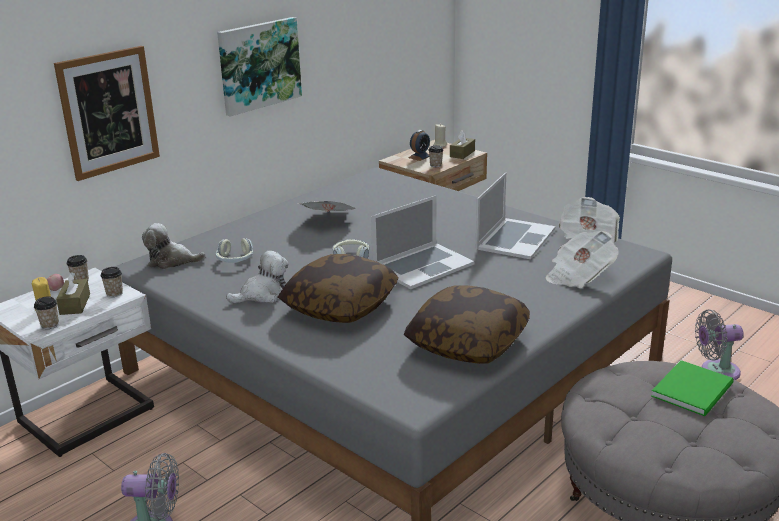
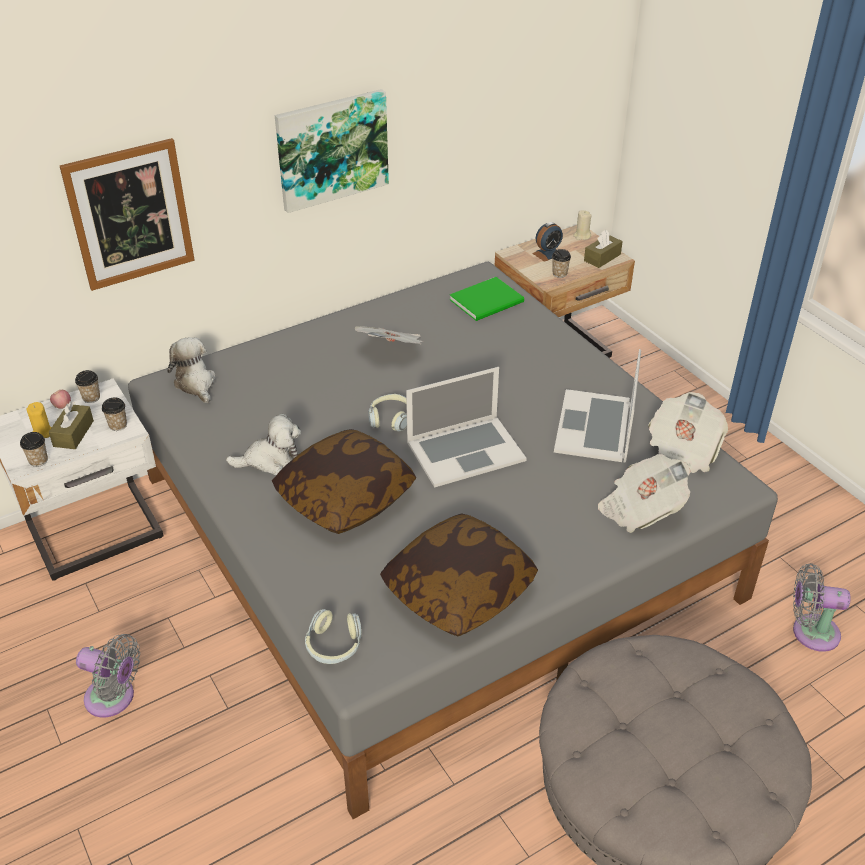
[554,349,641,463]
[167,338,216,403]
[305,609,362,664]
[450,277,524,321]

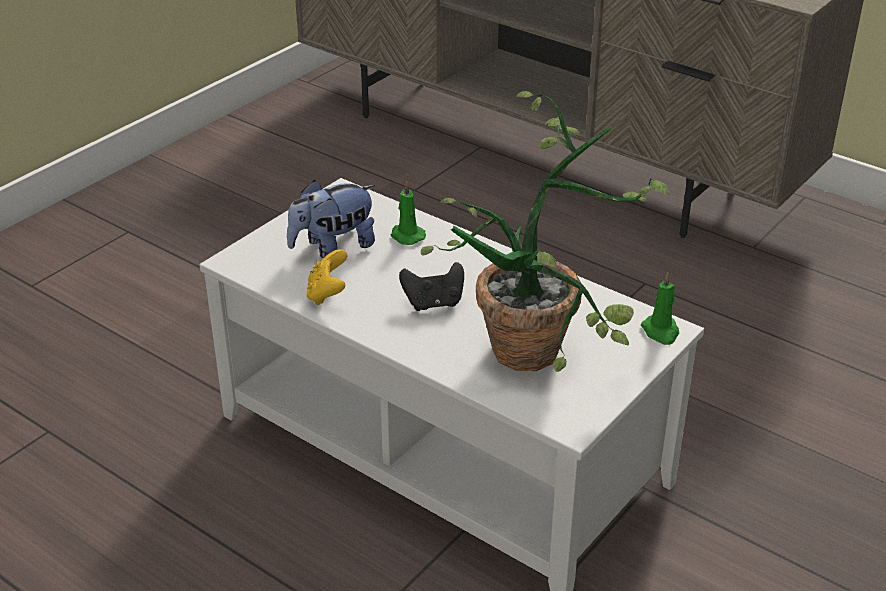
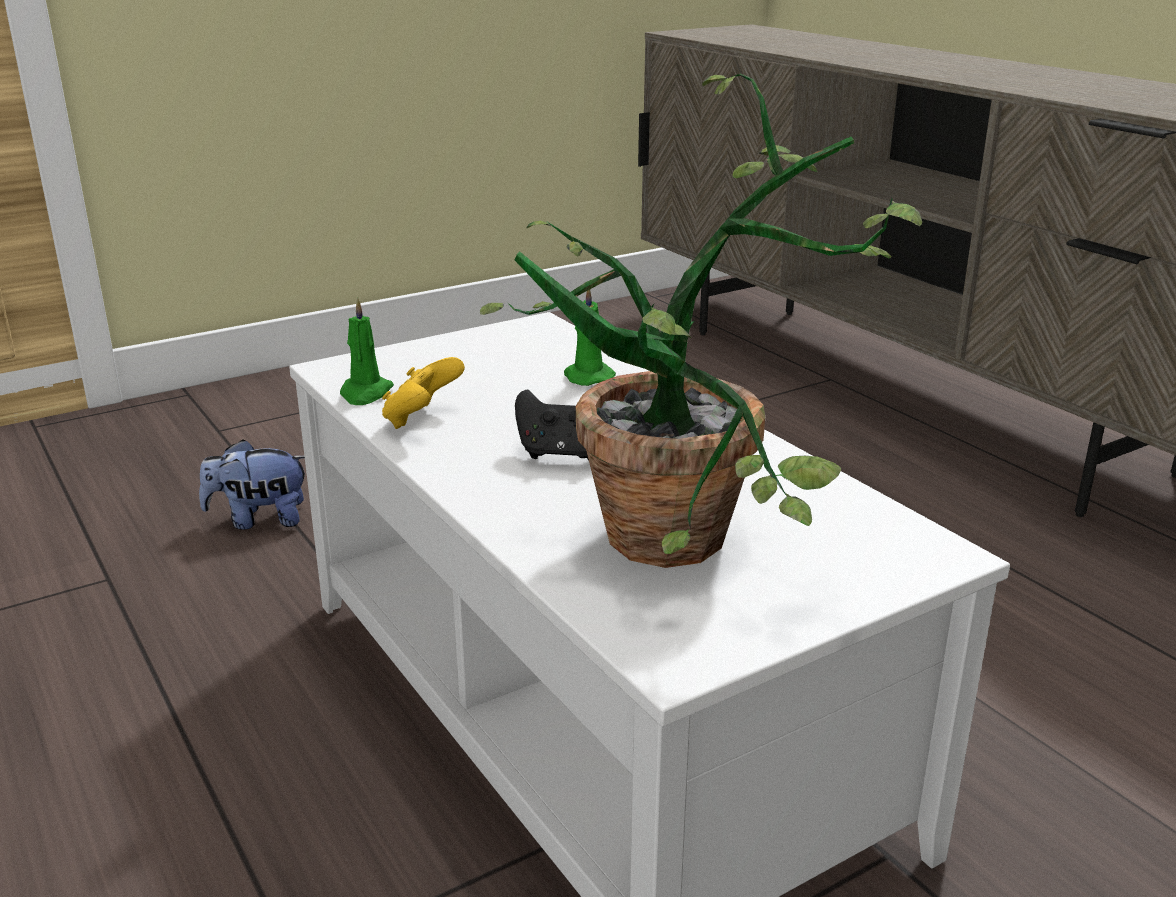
[199,439,305,529]
[340,297,394,405]

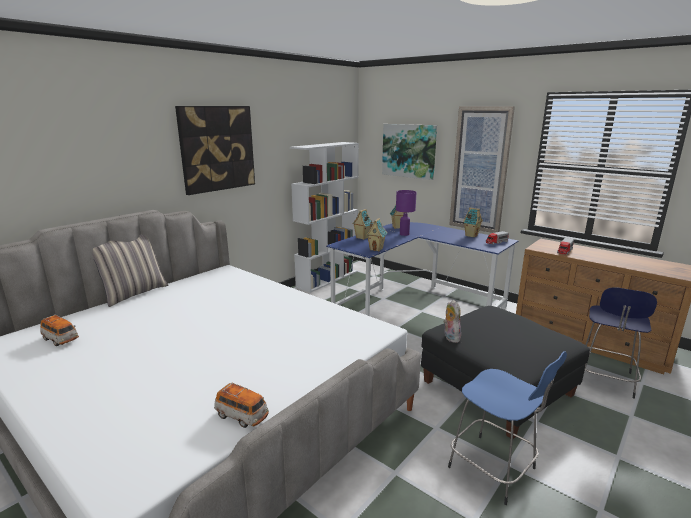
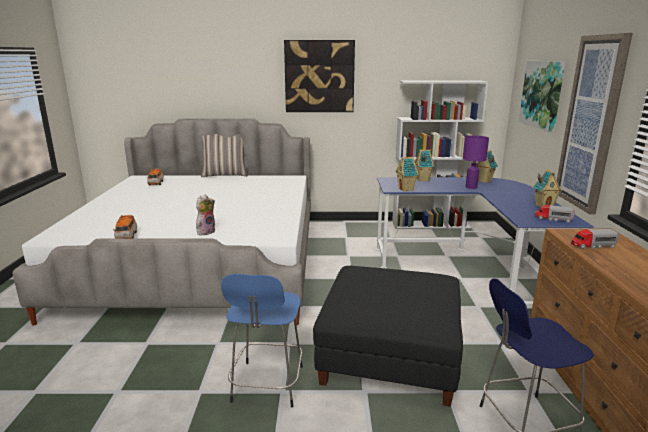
[196,195,215,235]

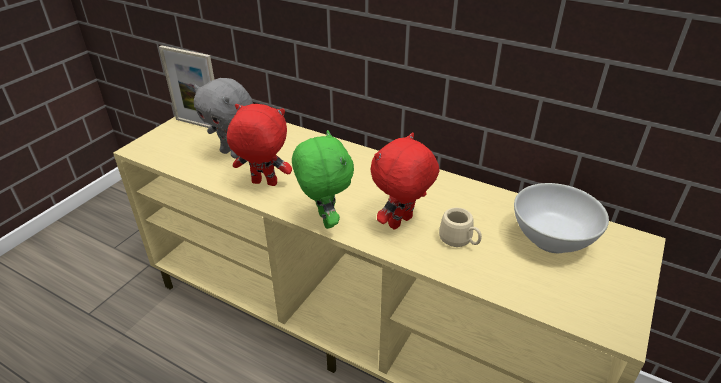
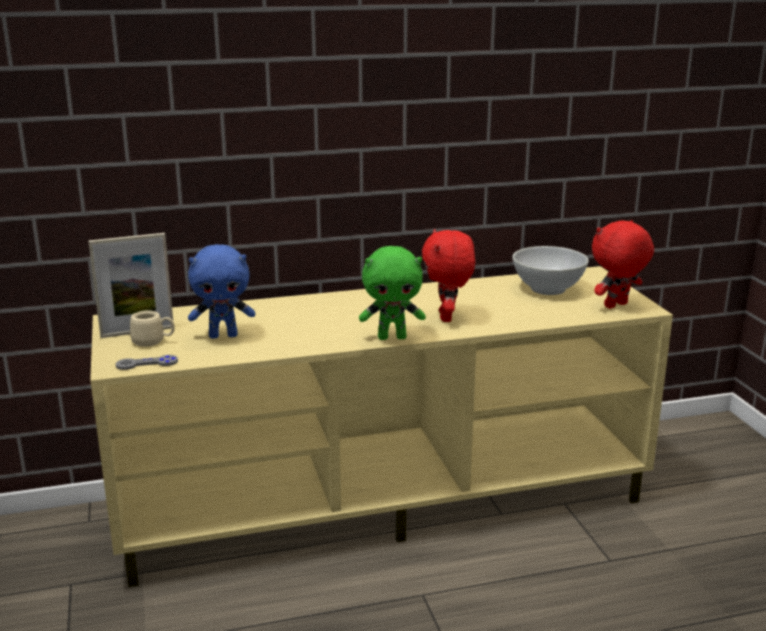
[188,244,255,339]
[592,220,654,309]
[359,246,426,340]
[130,310,175,347]
[116,355,178,370]

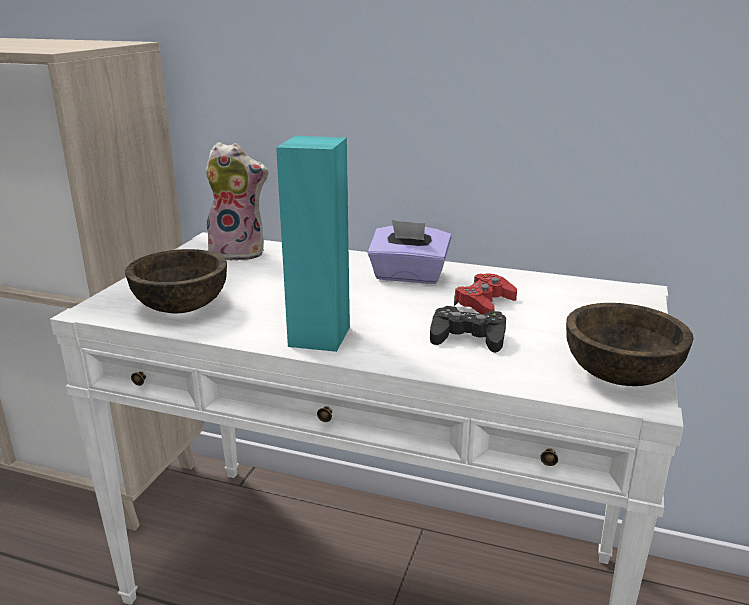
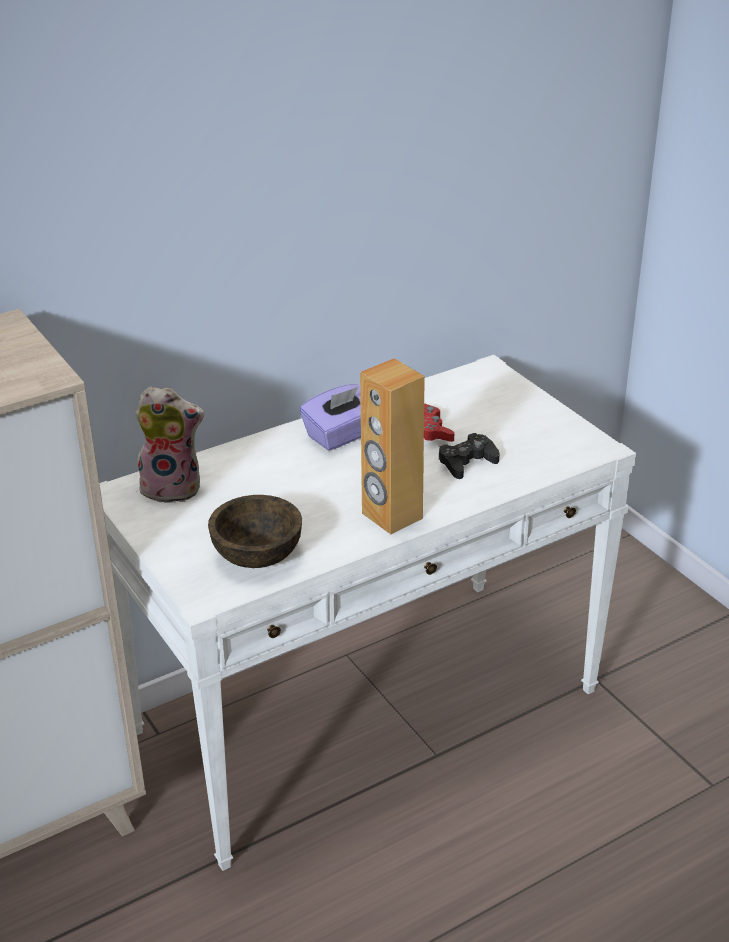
[360,358,425,535]
[135,386,204,503]
[566,303,694,386] (first image)

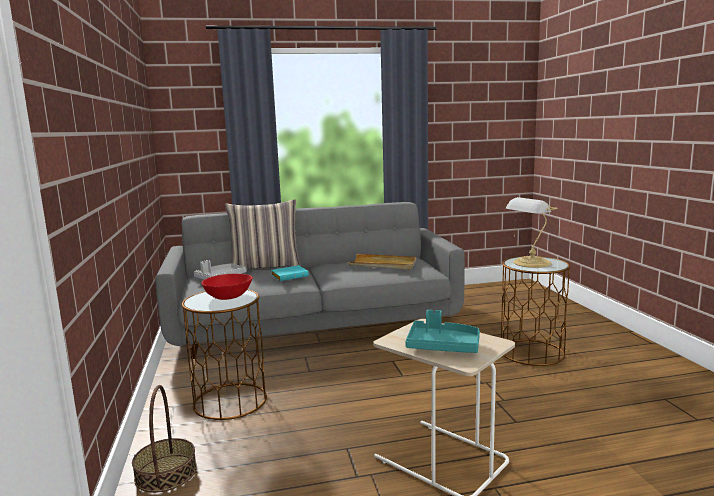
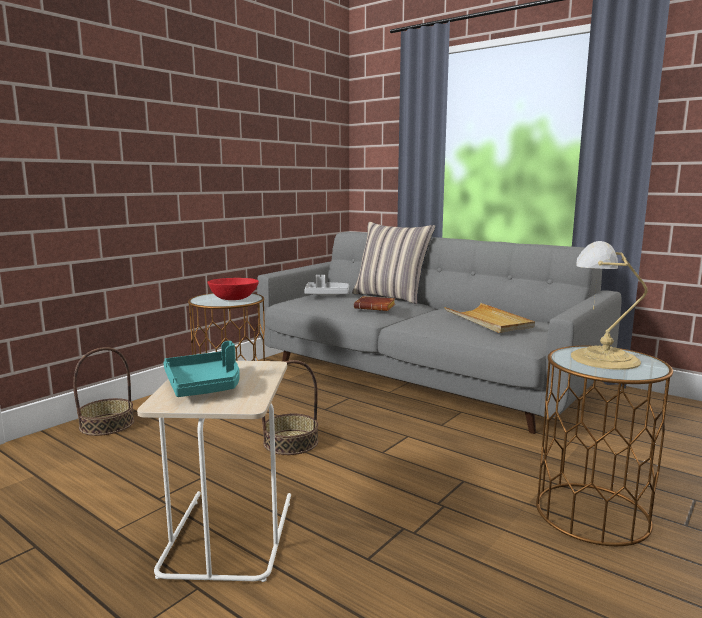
[354,296,395,311]
[262,360,318,455]

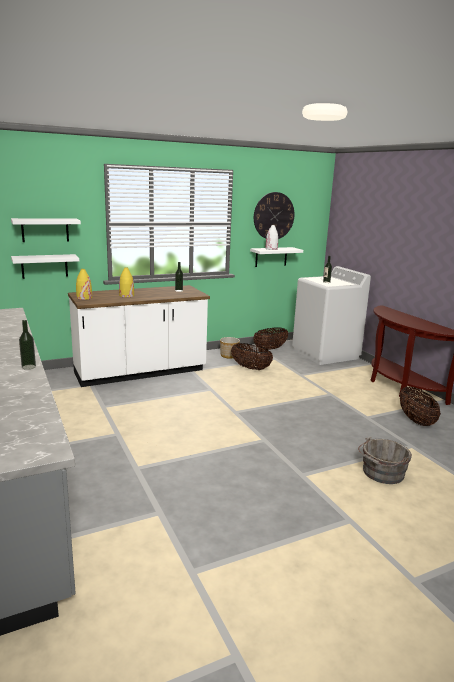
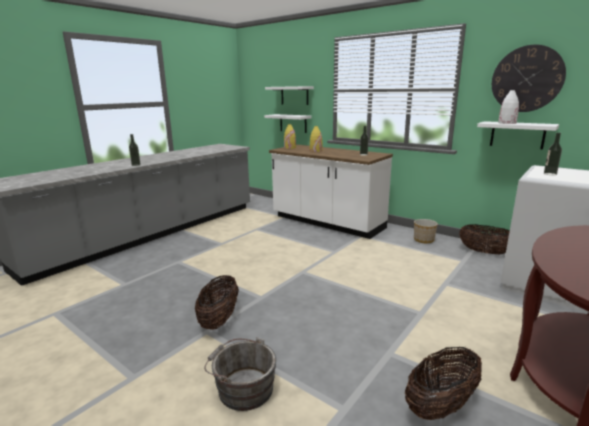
[195,275,239,330]

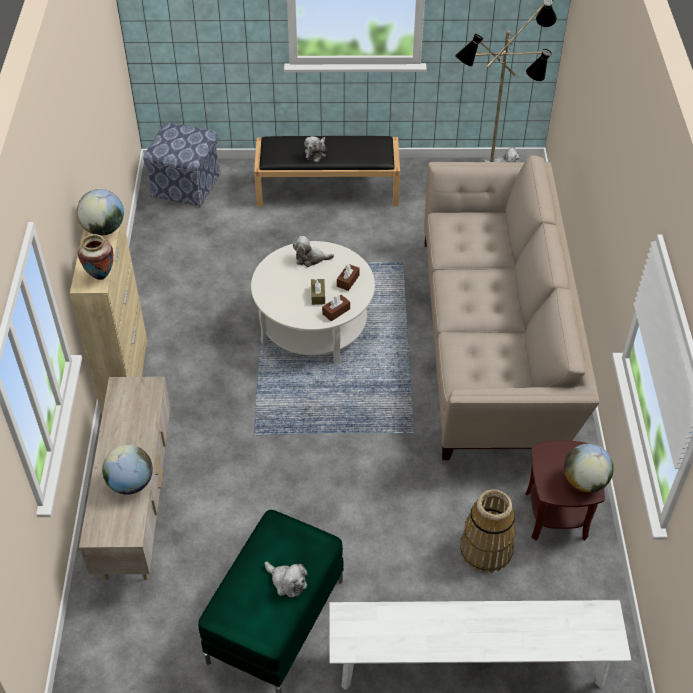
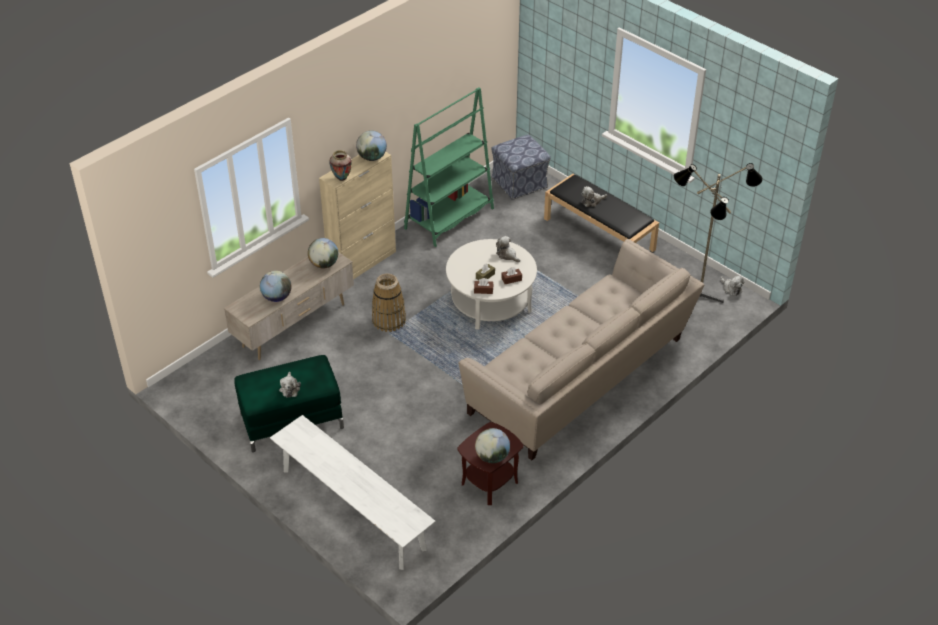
[372,273,406,332]
[404,88,494,247]
[308,238,338,268]

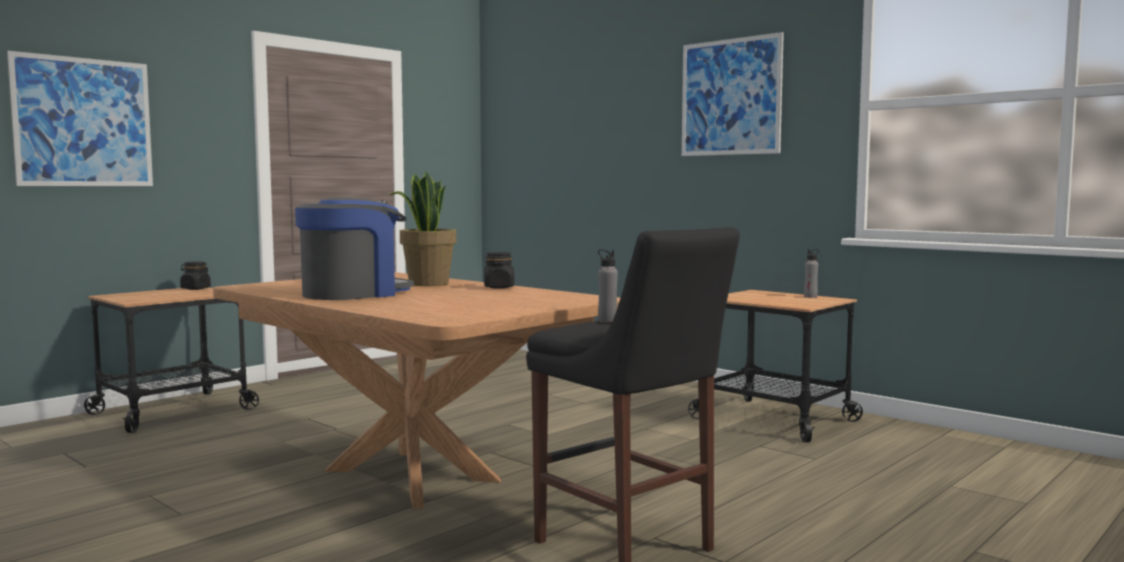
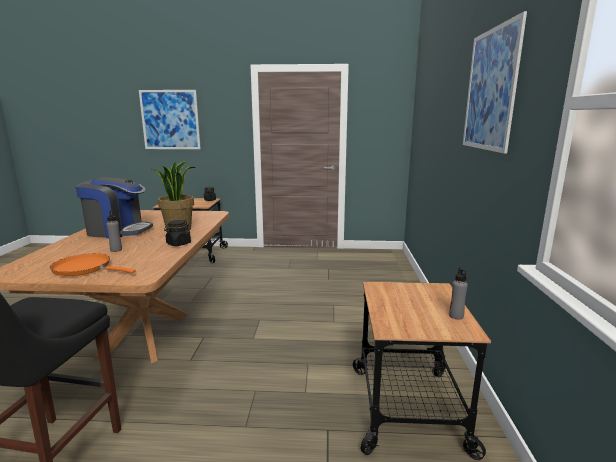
[106,210,122,252]
[50,253,136,276]

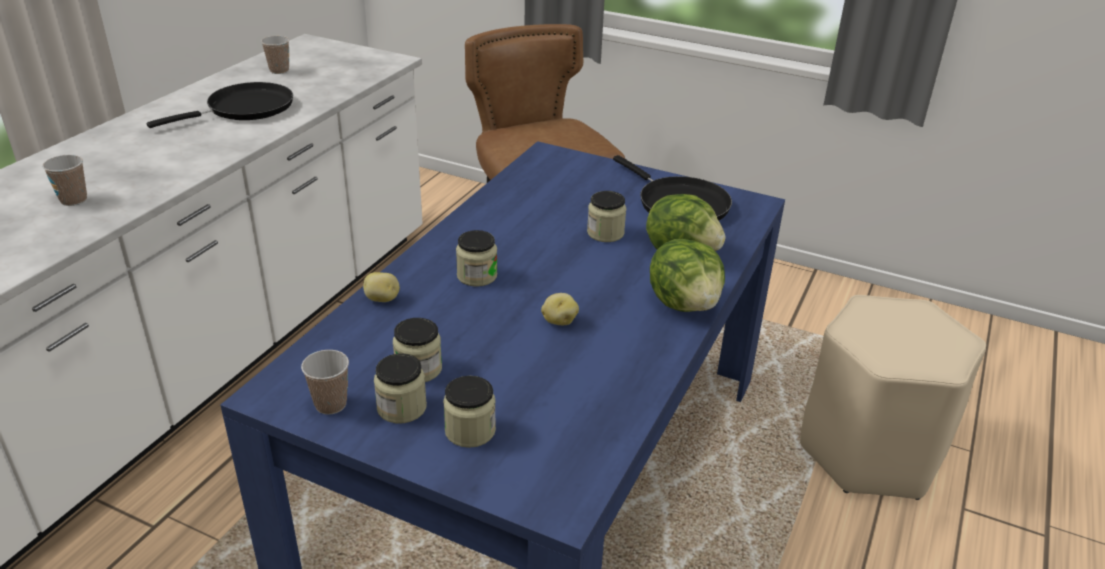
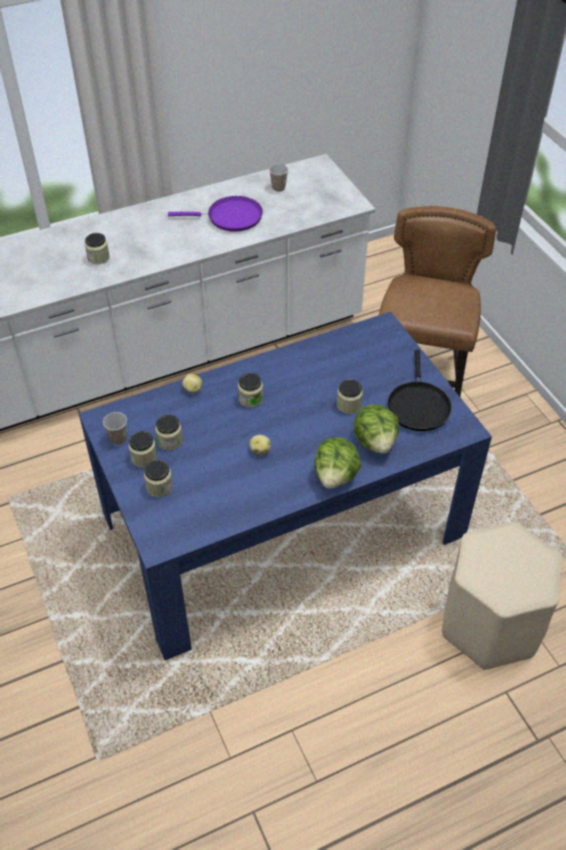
[168,196,263,232]
[85,233,110,264]

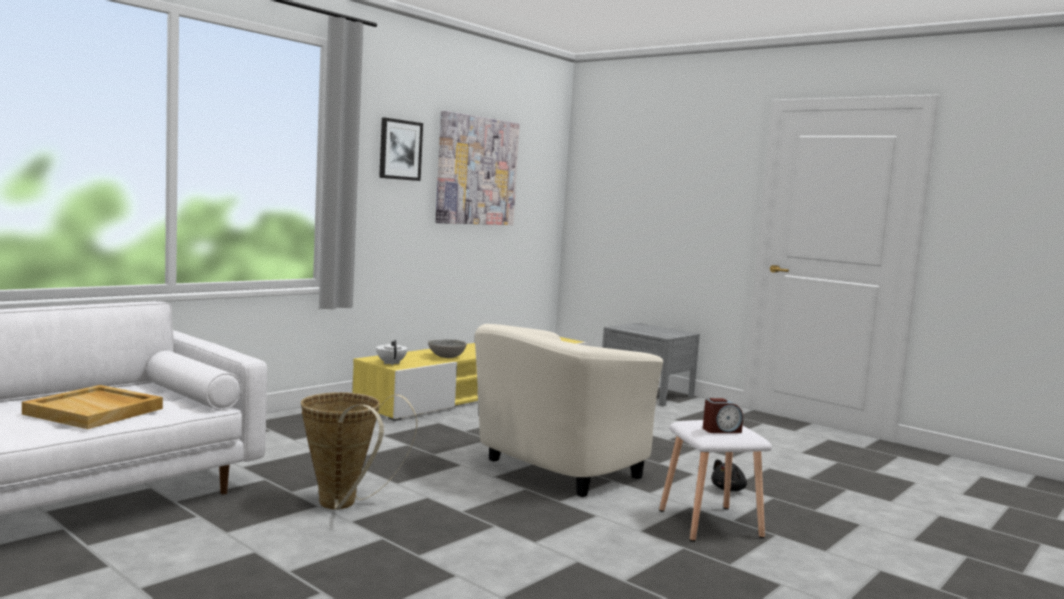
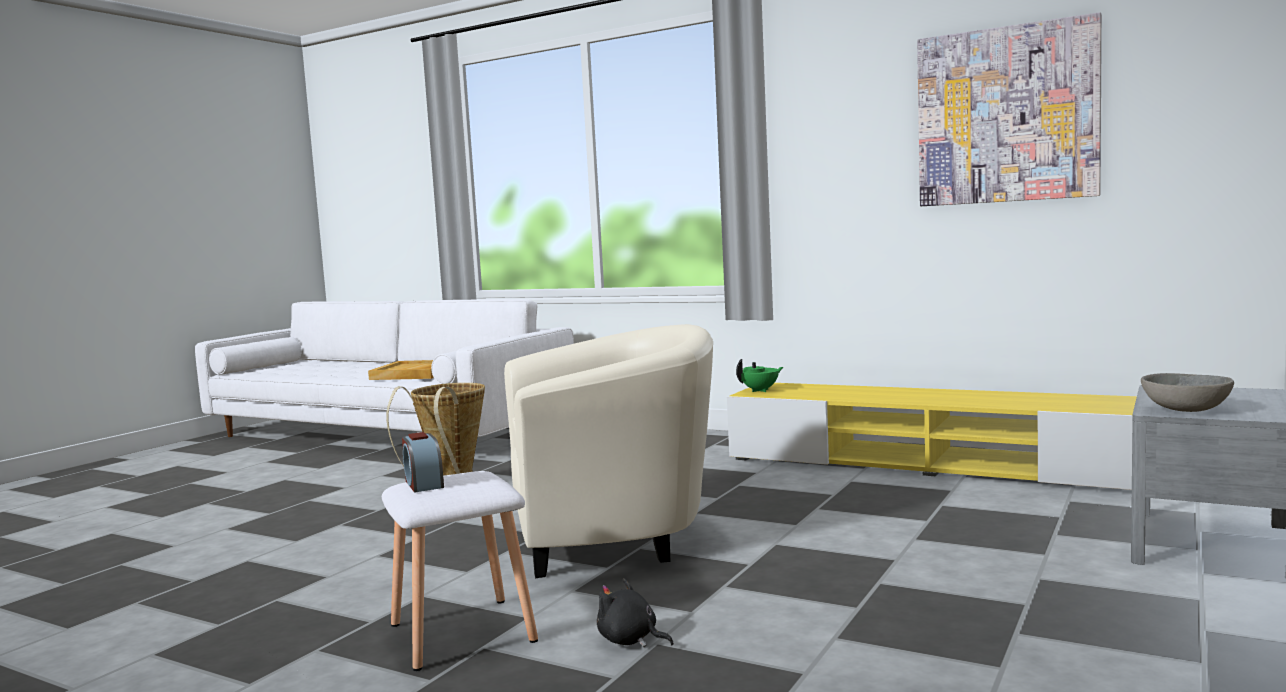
[379,117,423,181] (first image)
[504,324,713,578]
[736,359,783,392]
[1141,373,1234,412]

